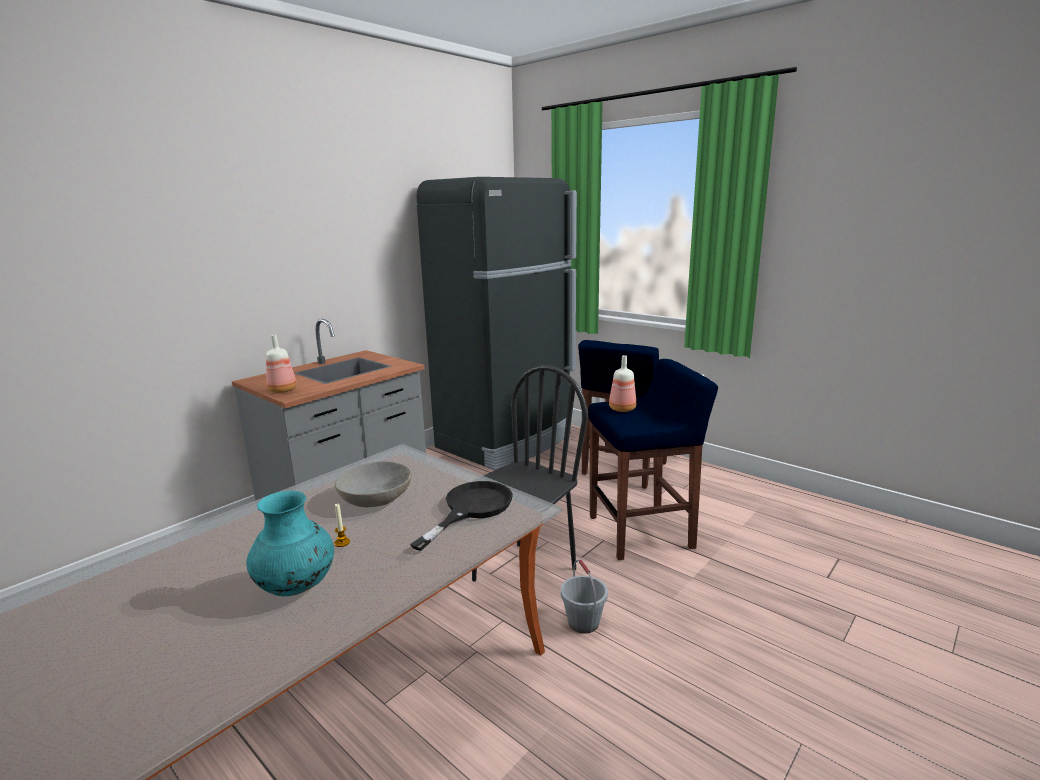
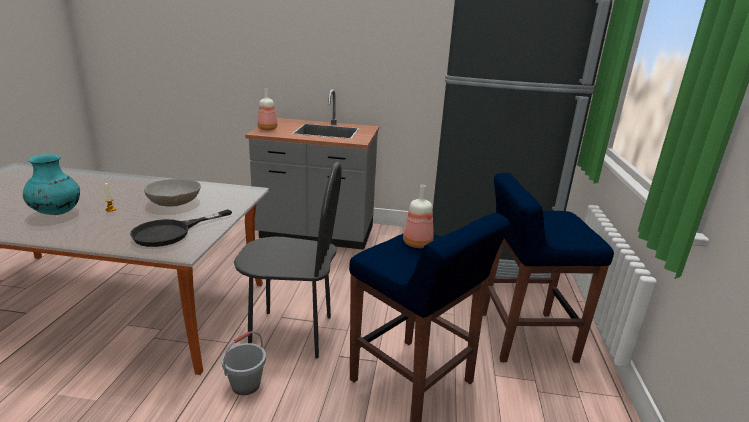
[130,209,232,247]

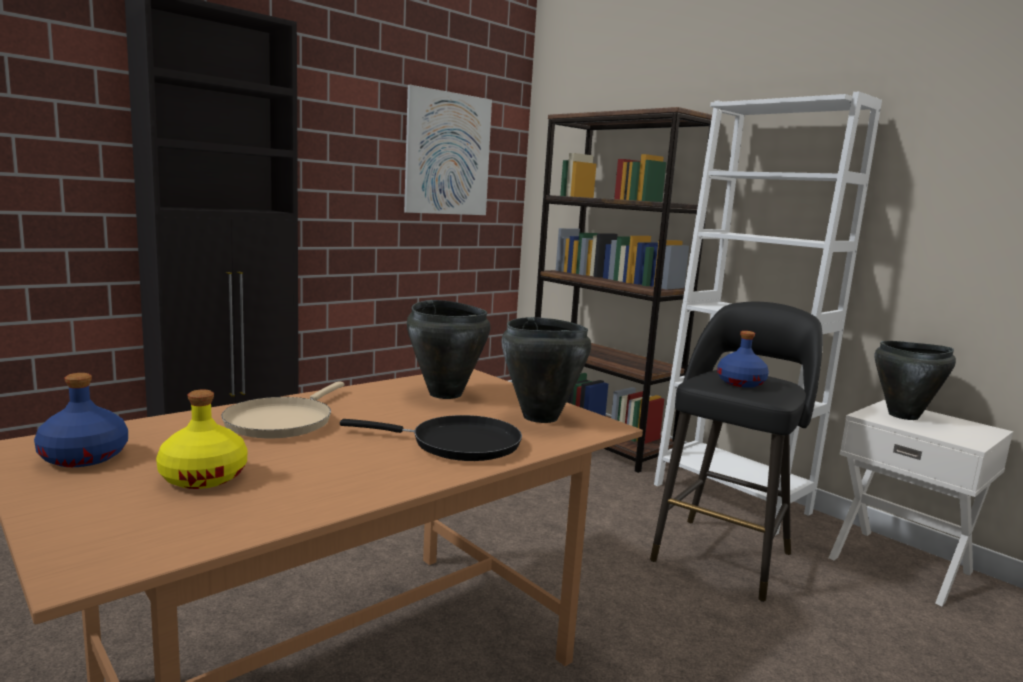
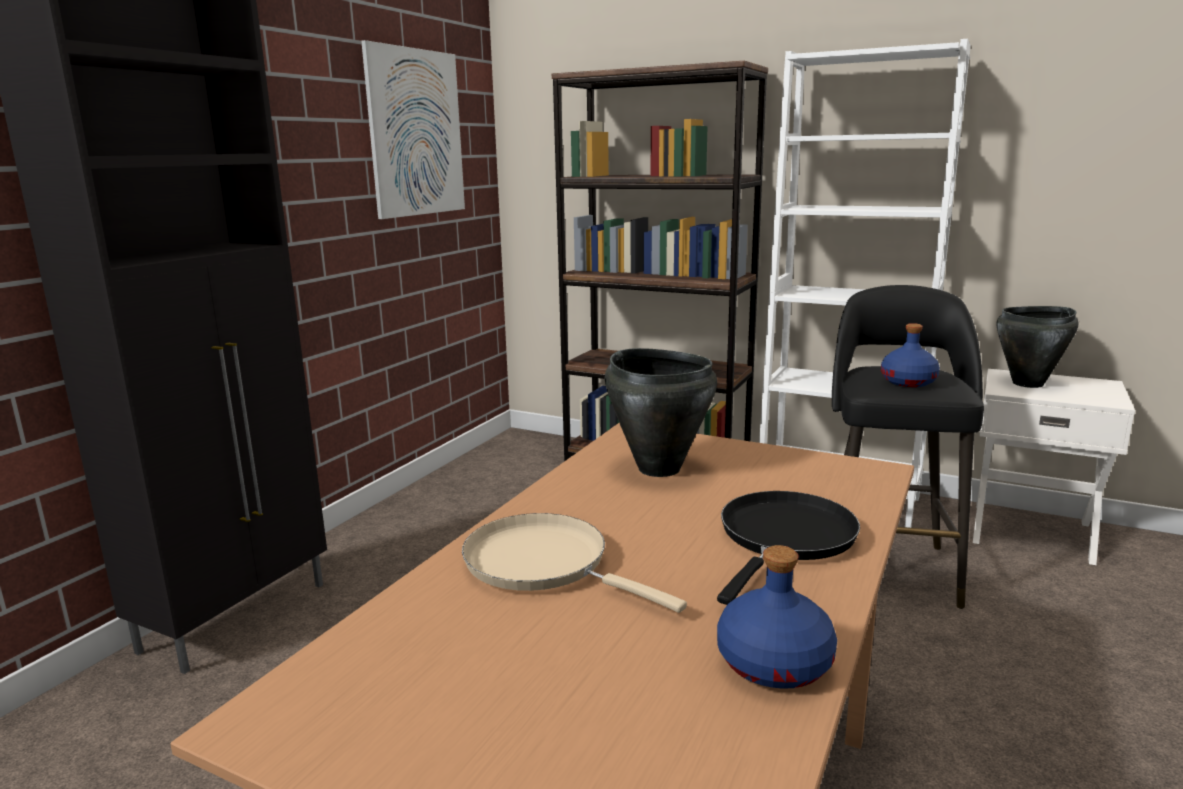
[501,317,591,423] (first image)
[717,545,837,689]
[462,513,687,613]
[156,390,247,489] (first image)
[717,491,860,605]

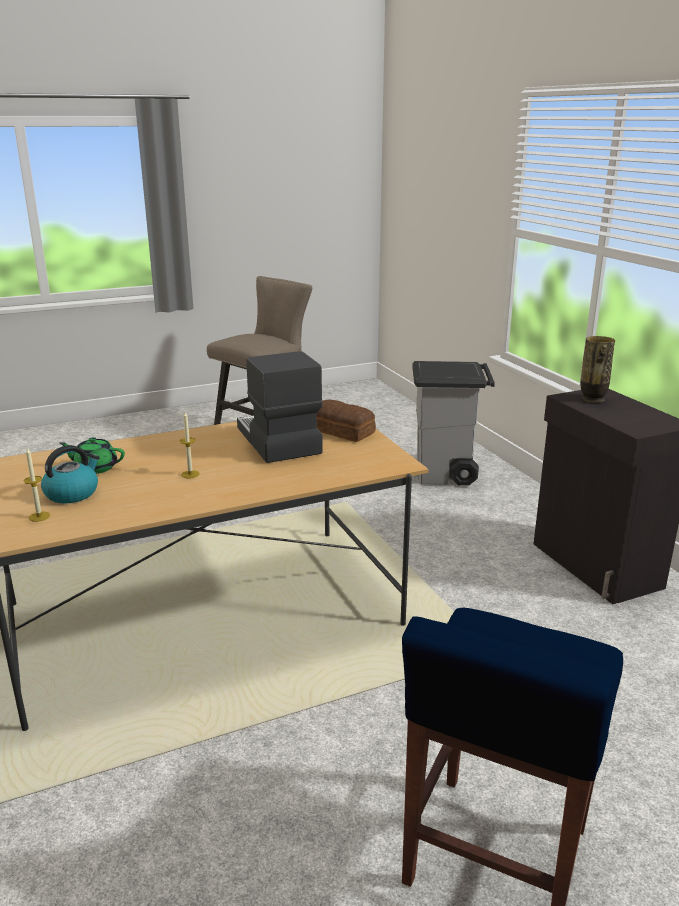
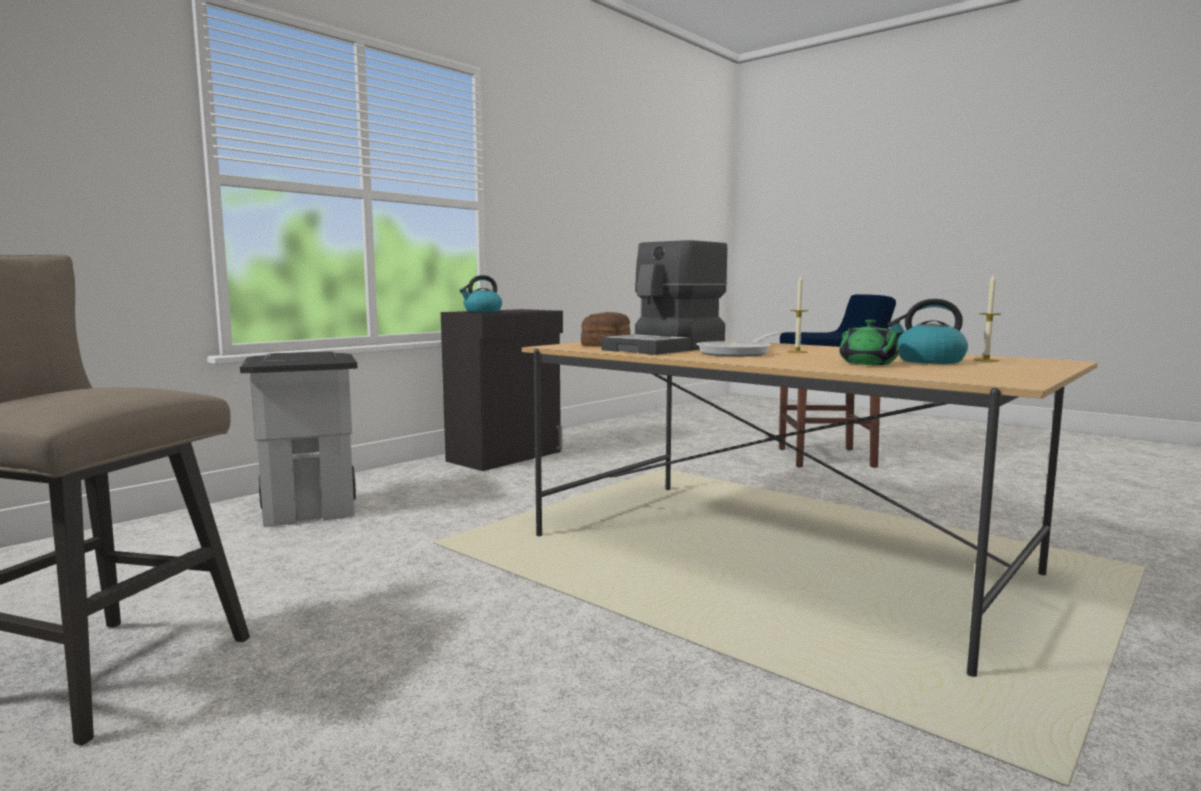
[459,275,502,312]
[697,332,779,357]

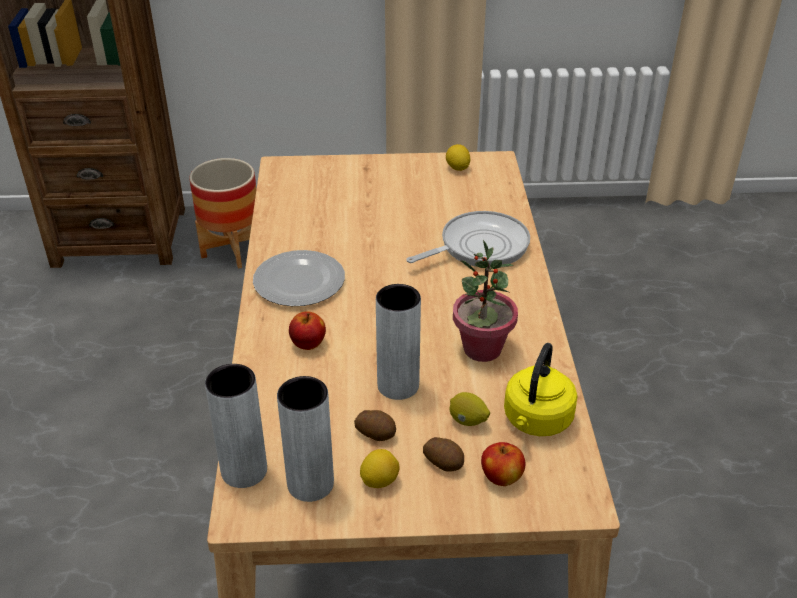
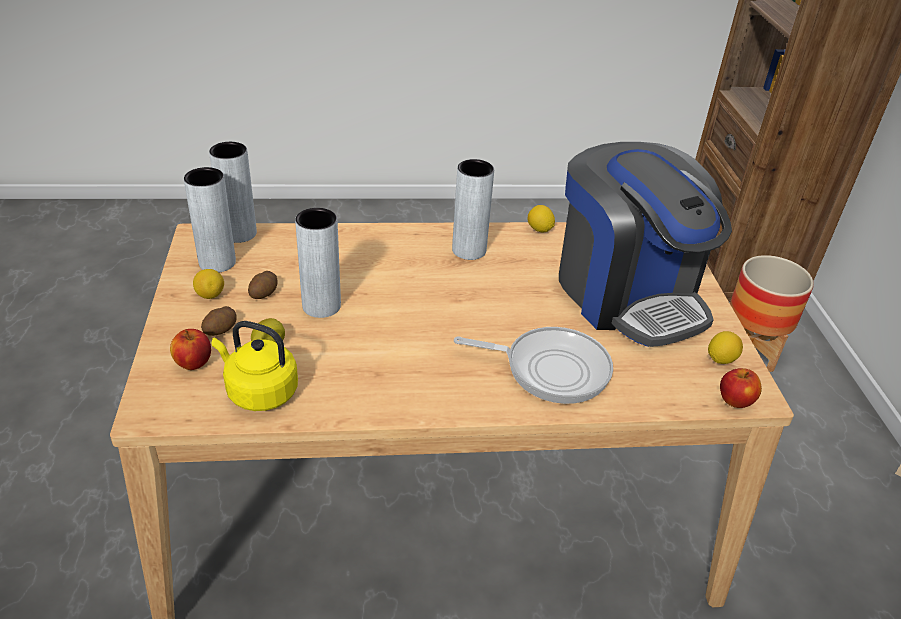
[454,327,613,404]
[453,240,518,362] (first image)
[452,159,494,260]
[720,368,762,408]
[559,142,732,347]
[528,205,555,232]

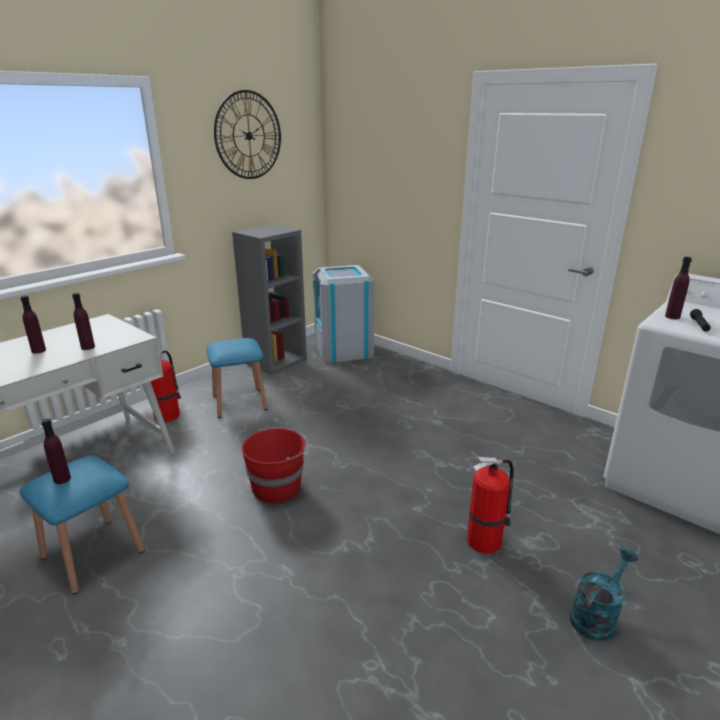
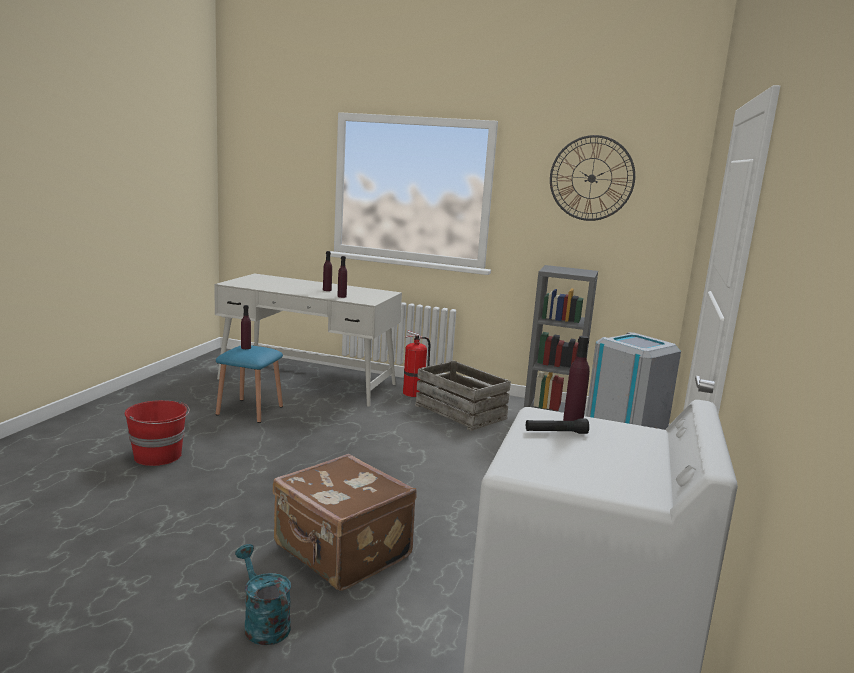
[415,361,511,431]
[125,400,190,466]
[273,454,417,591]
[235,544,291,645]

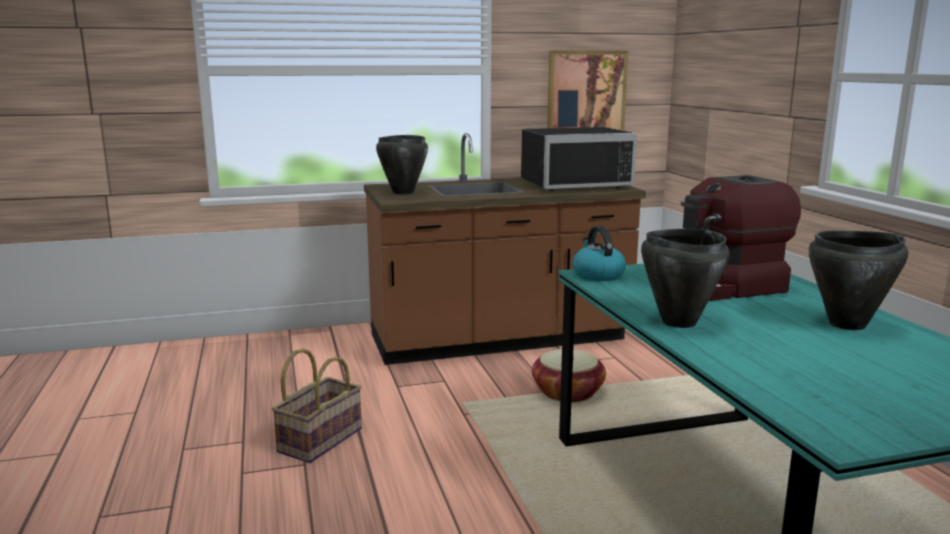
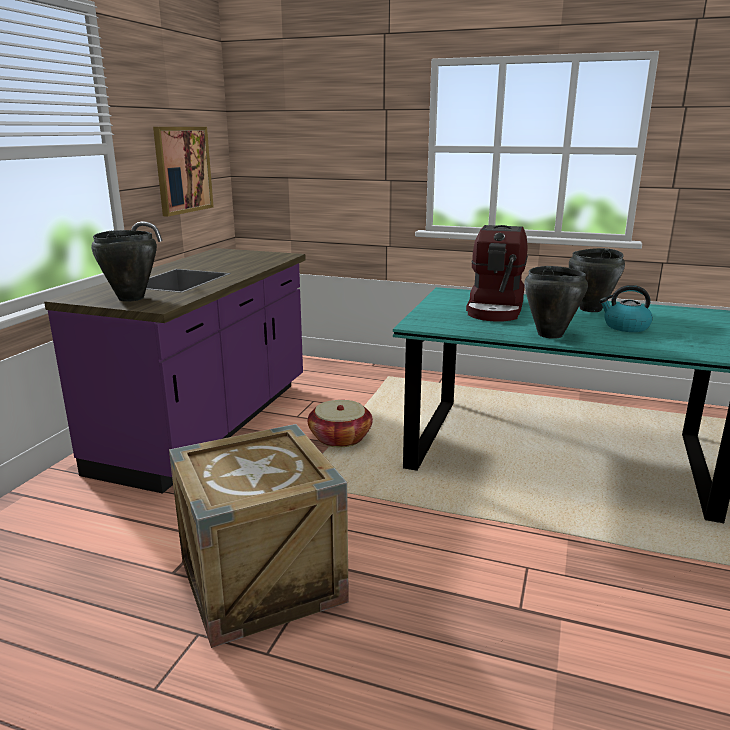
[521,127,637,191] (first image)
[44,221,306,494]
[599,285,653,332]
[169,424,349,648]

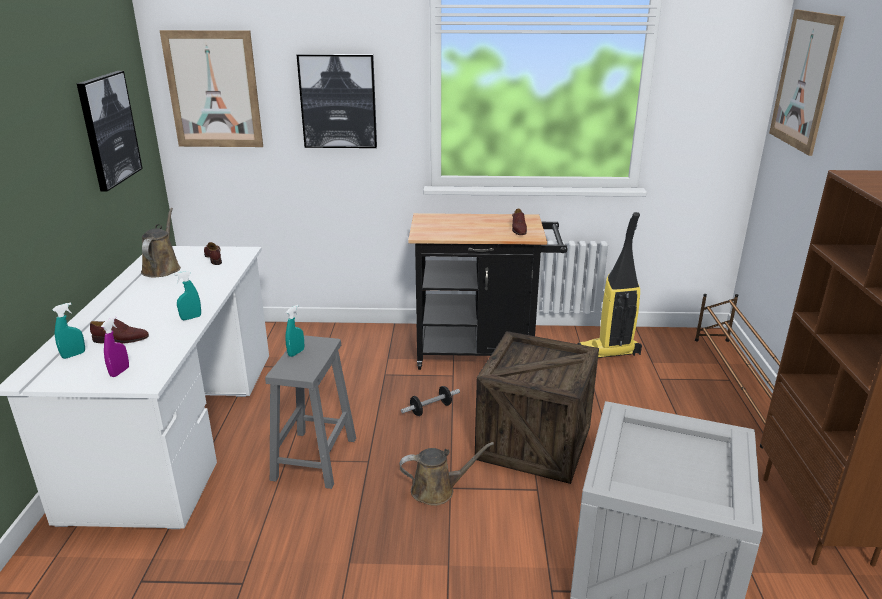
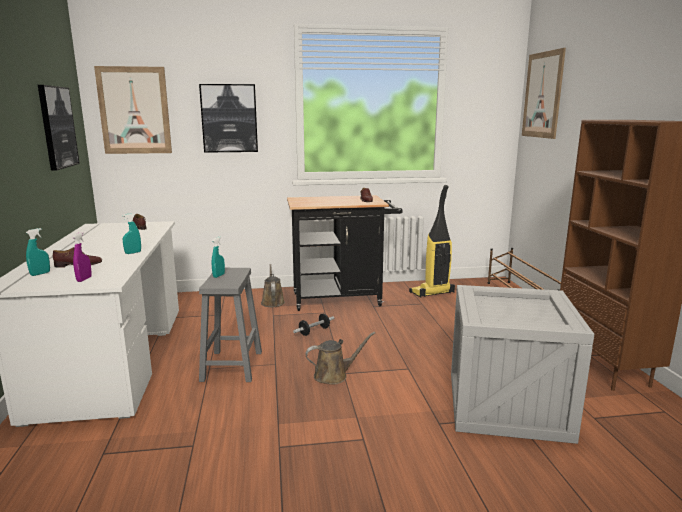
[261,264,285,307]
[475,331,599,484] (first image)

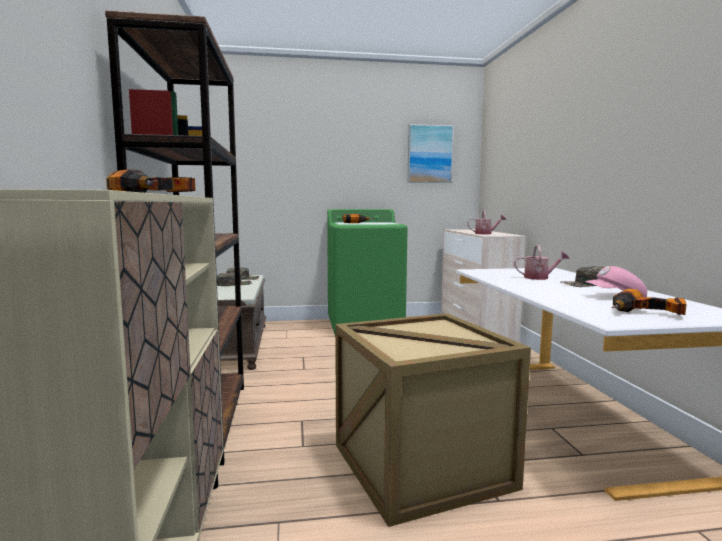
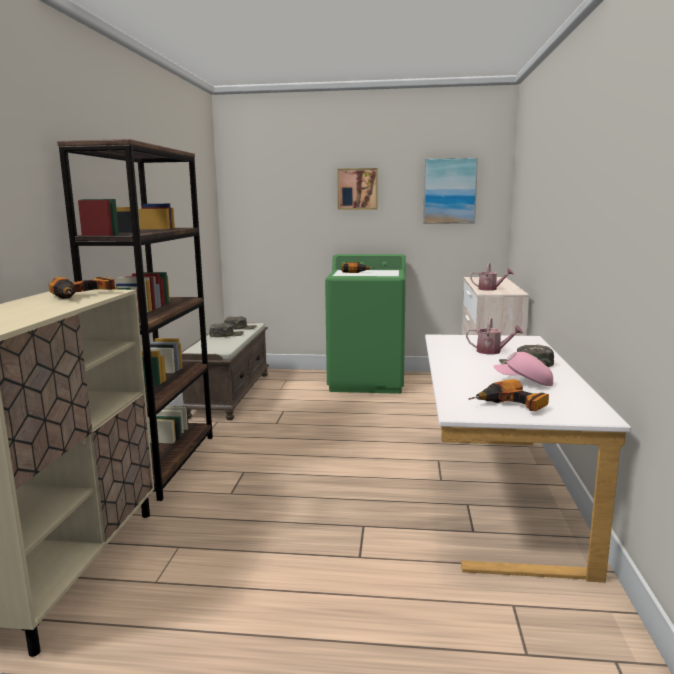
[335,313,531,527] (first image)
[337,168,378,210]

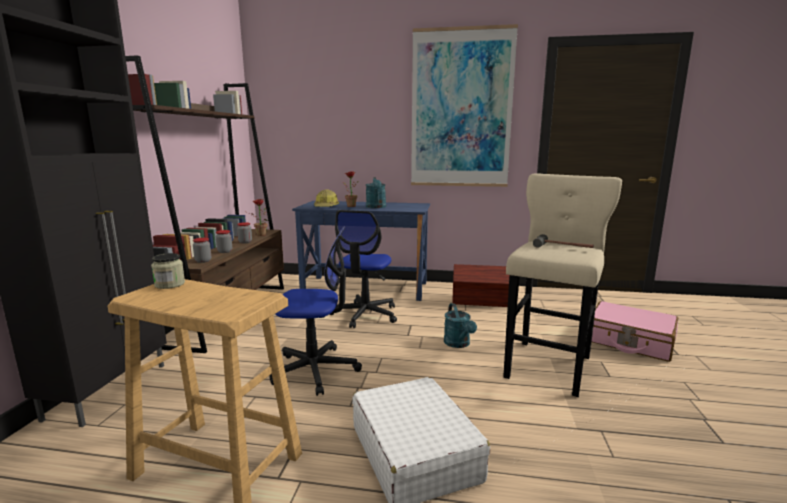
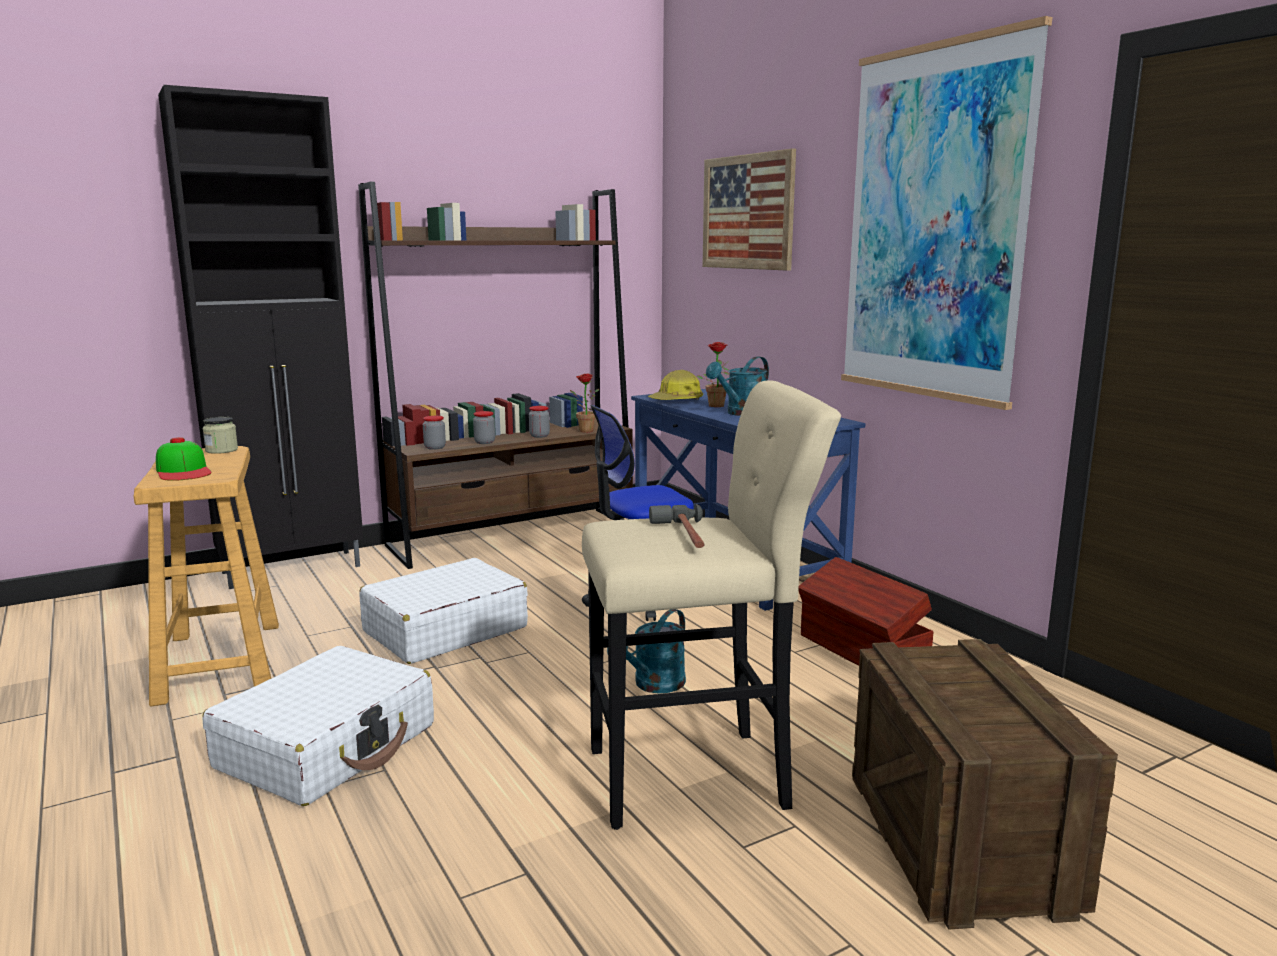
[359,558,528,664]
[852,639,1118,930]
[702,148,796,271]
[156,437,212,481]

